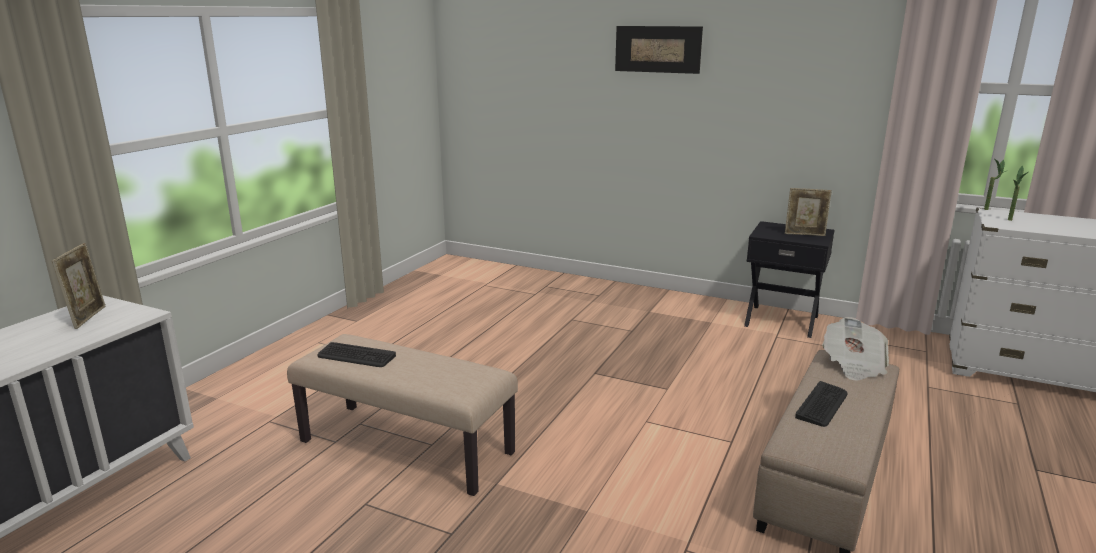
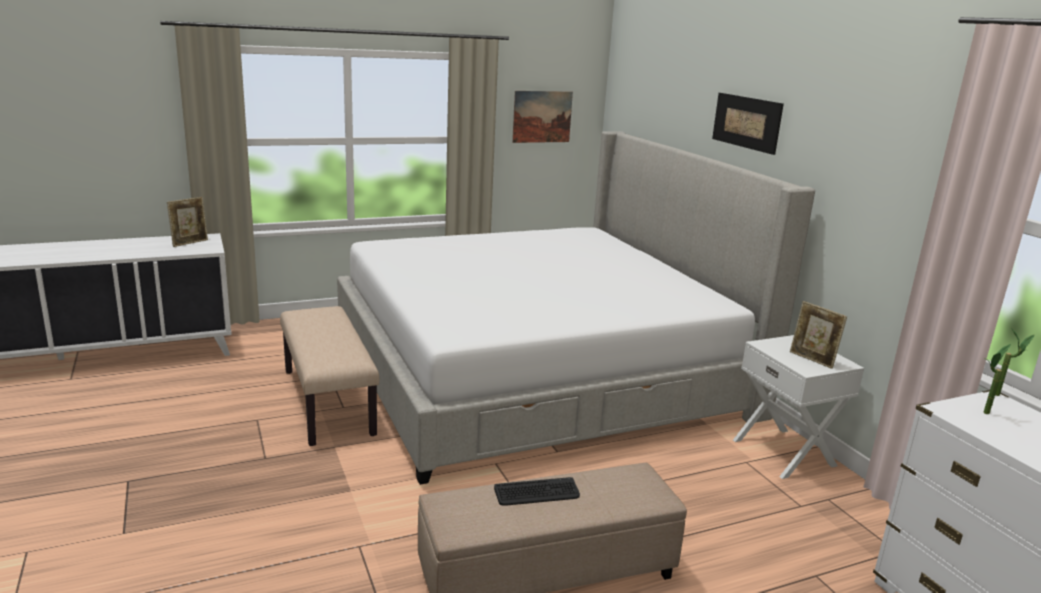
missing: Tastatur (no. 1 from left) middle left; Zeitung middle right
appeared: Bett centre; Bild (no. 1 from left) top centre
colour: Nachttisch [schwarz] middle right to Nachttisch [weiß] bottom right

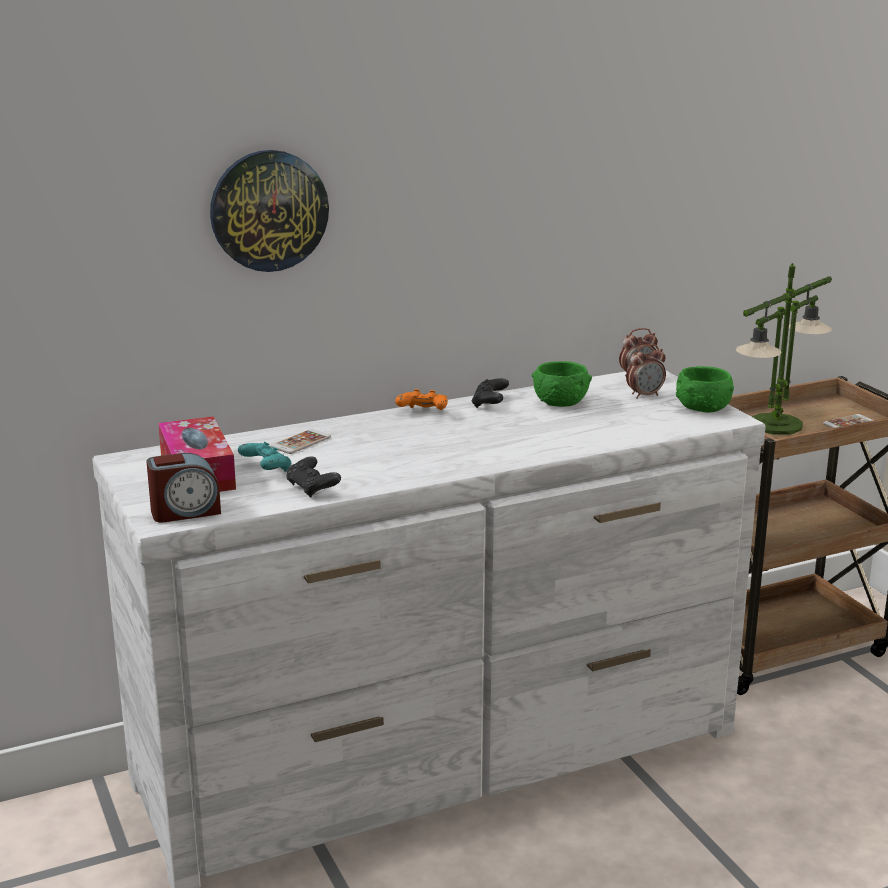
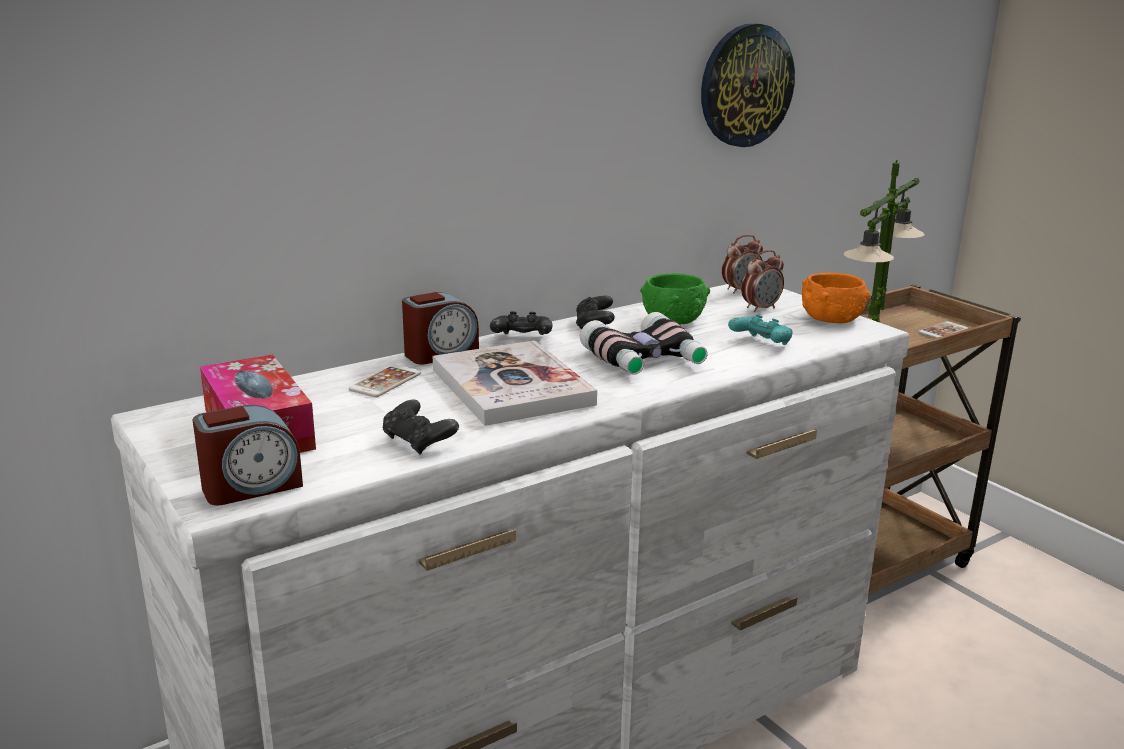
appeared: Wecker (no. 2 from left) centre; Buch centre; Fernglas centre
relocated: Wanduhr top left to top centre; Gamepad [türkis] middle left to middle right
colour: Gamepad [orange] centre to Gamepad [schwarz] (no. 2 from left) centre; Schüssel [grün] (no. 2 from left) middle right to Schüssel [orange] middle right

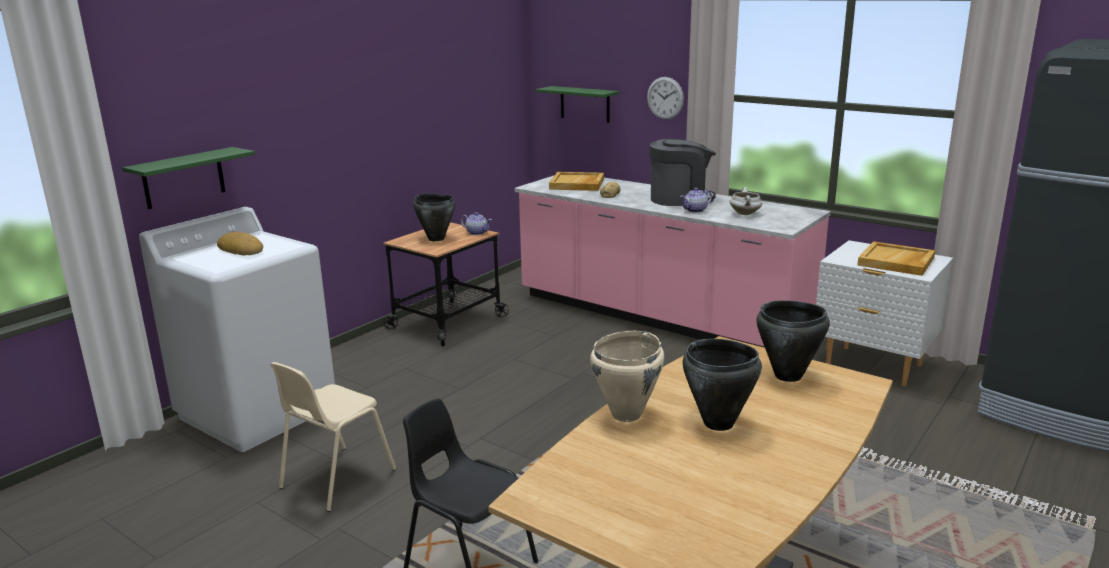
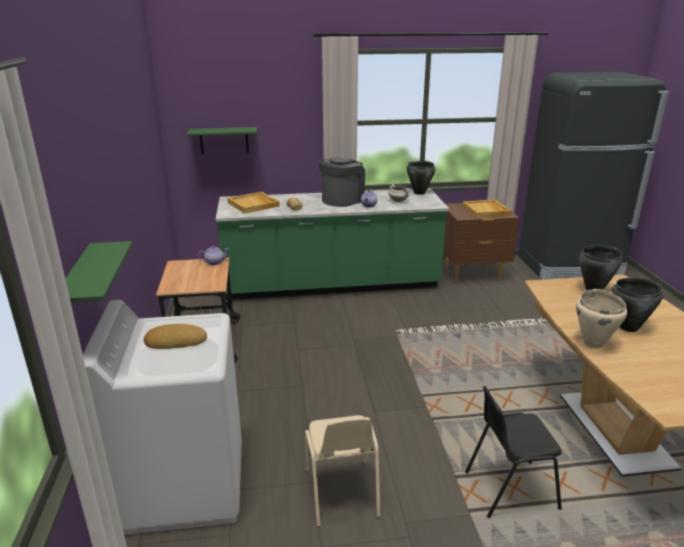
missing: Wanduhr top centre
relocated: Kochtopf [schwarz] (no. 1 from left) centre to top centre
colour: Küchenzeile [rosa] centre to Küchenzeile [grün] centre; Nachttisch [weiß] middle right to Nachttisch [braun] middle right

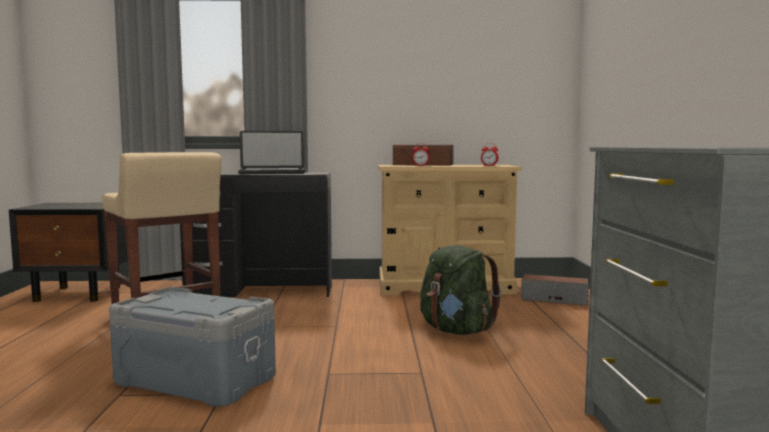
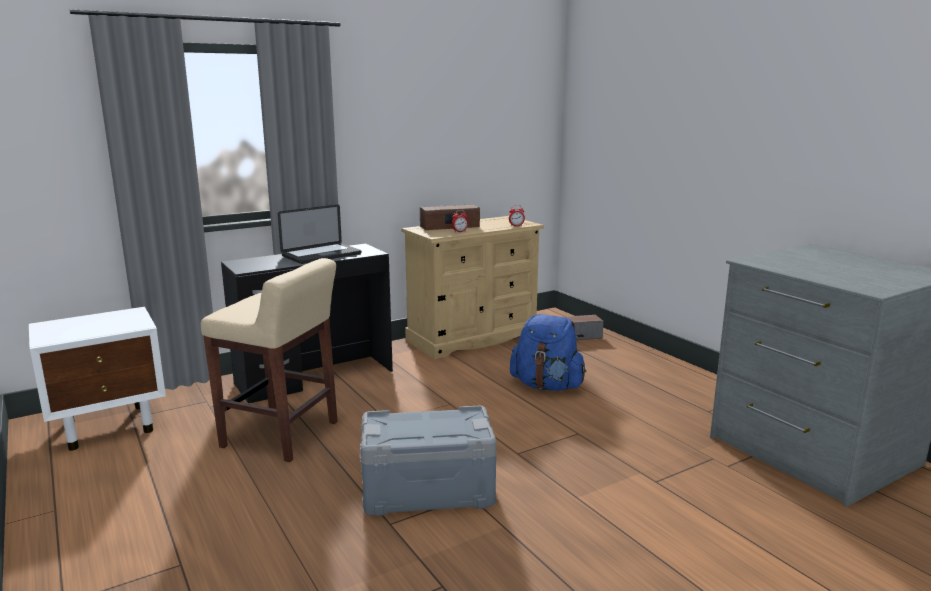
colour: Nachttisch [schwarz] middle left to Nachttisch [weiß] middle left; Rucksack [grün] bottom centre to Rucksack [blau] centre

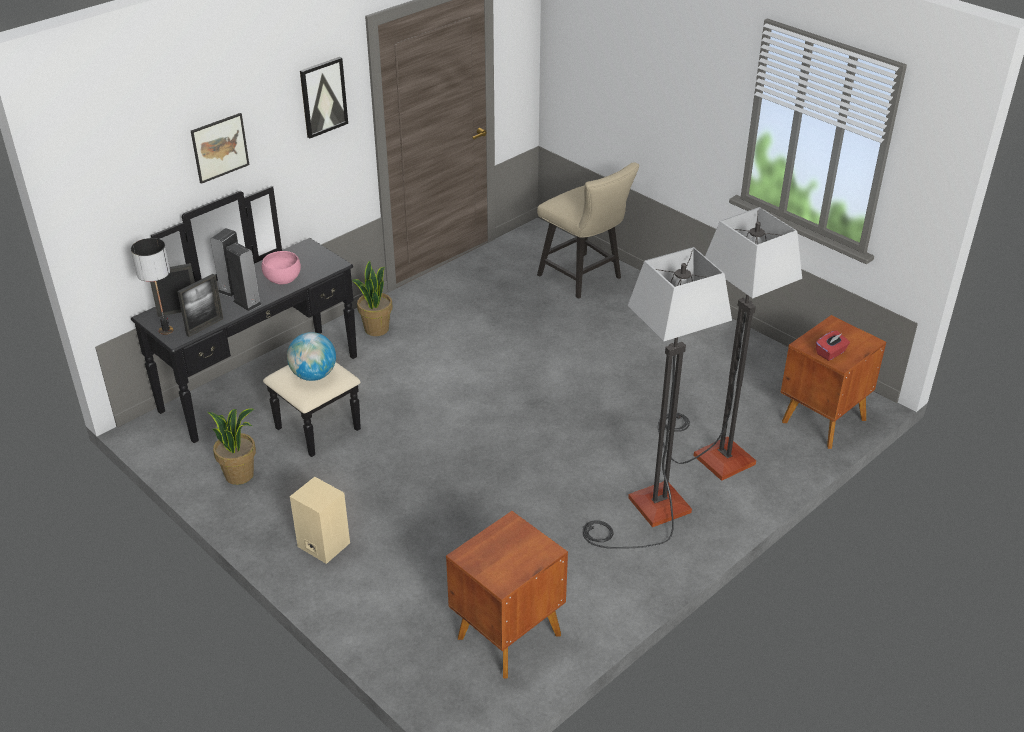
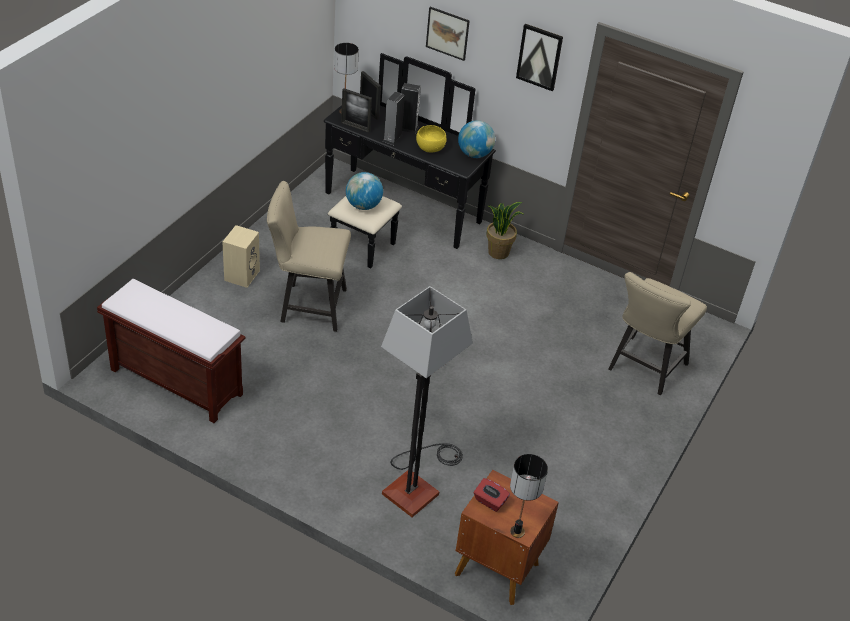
missing: Topfpflanze (no. 1 from left) middle left; Stehlampe (no. 1 from left) centre
appeared: Stuhl [beige] (no. 1 from left) centre; Globus (no. 2 from left) top centre; Tischlampe (no. 2 from left) bottom centre
exchanged: Nachttisch [braun] (no. 1 from left) bottom centre to Bank [braun] middle left
colour: Schüssel [rosa] middle left to Schüssel [gelb] top centre

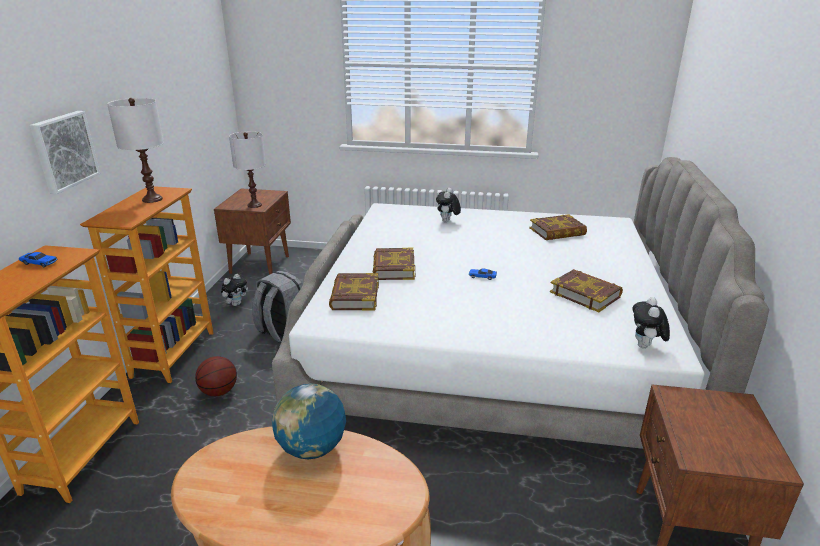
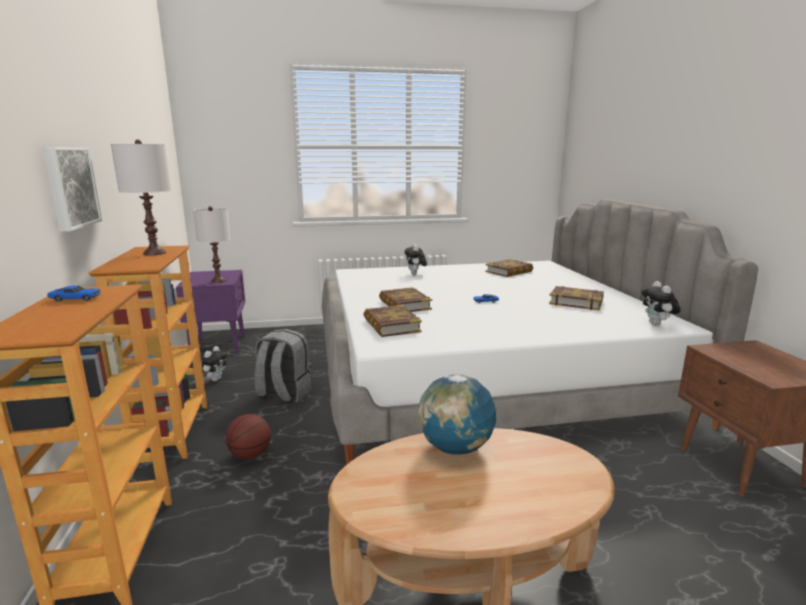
colour: Nachttisch [braun] (no. 1 from left) middle left to Nachttisch [lila] middle left

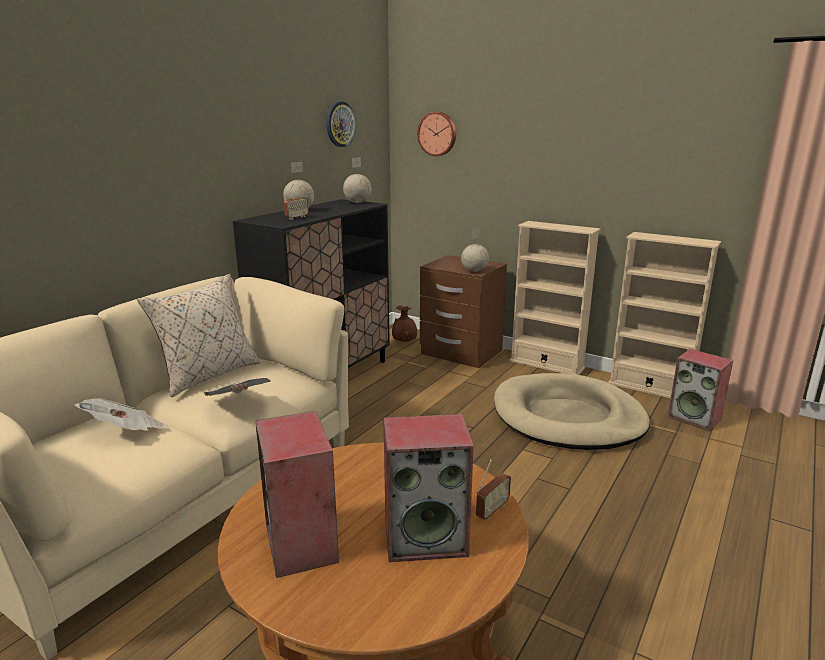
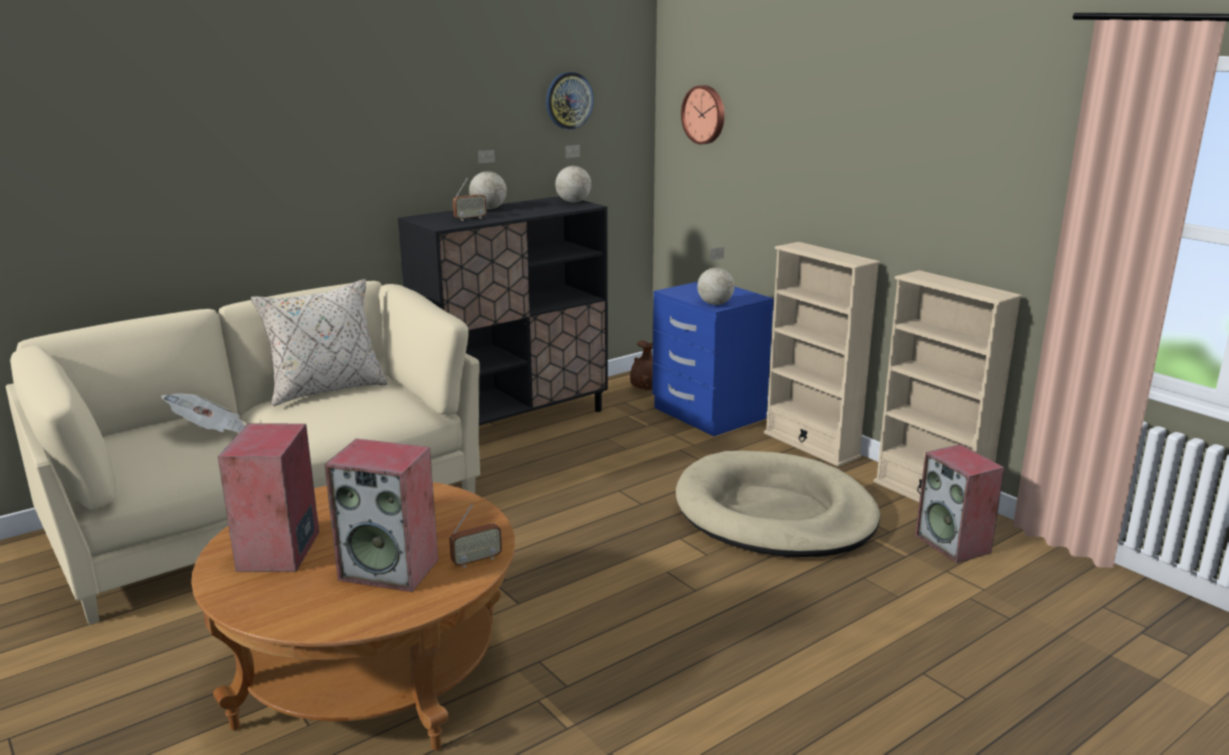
missing: Zeitung (no. 2 from left) middle left
colour: Nachttisch [braun] centre to Nachttisch [blau] centre

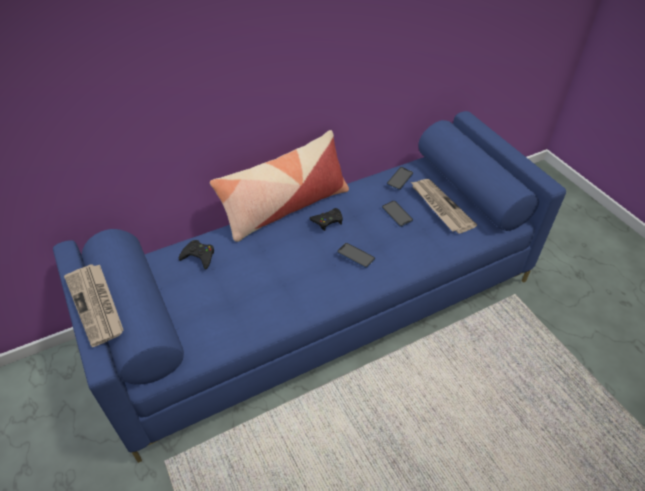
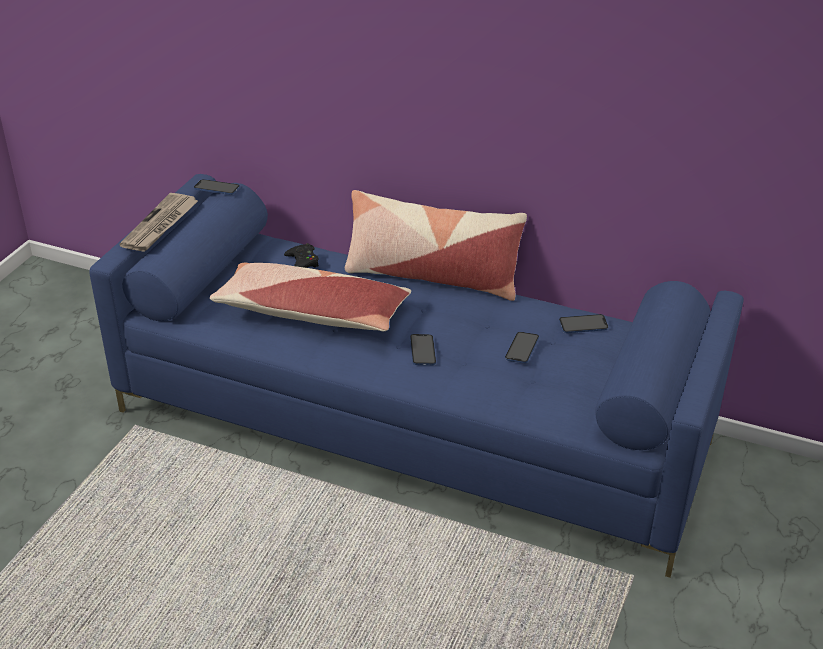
missing: Gamepad [schwarz] (no. 2 from left) centre; Zeitung (no. 2 from left) middle right
appeared: Handy (no. 1 from left) top left; Kissen (no. 1 from left) centre

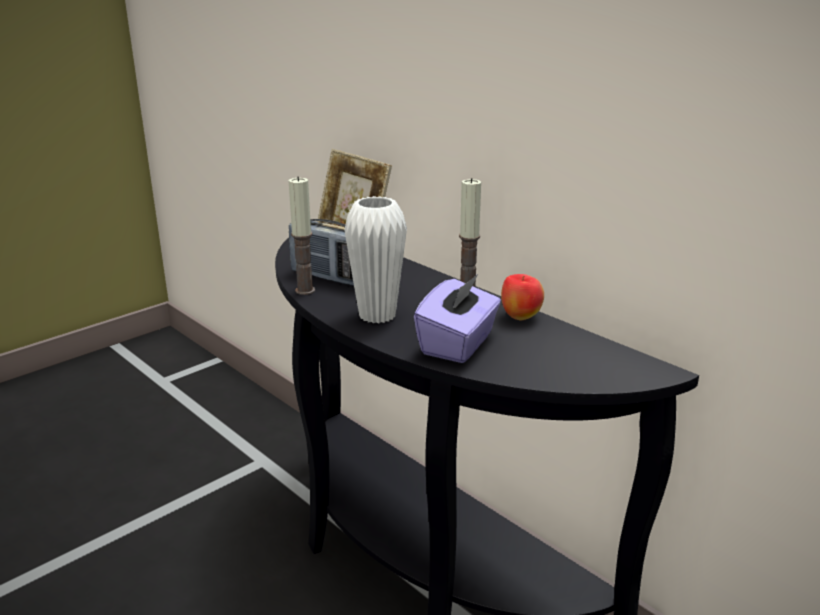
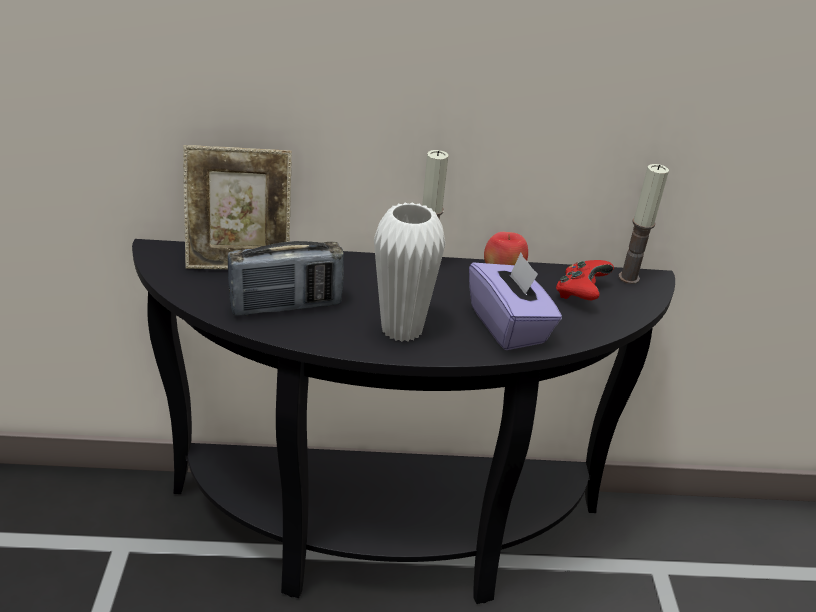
appeared: Gamepad [rot] middle right
relocated: Kerze (no. 1 from left in the first image) centre to Kerze (no. 2 from left) middle right

